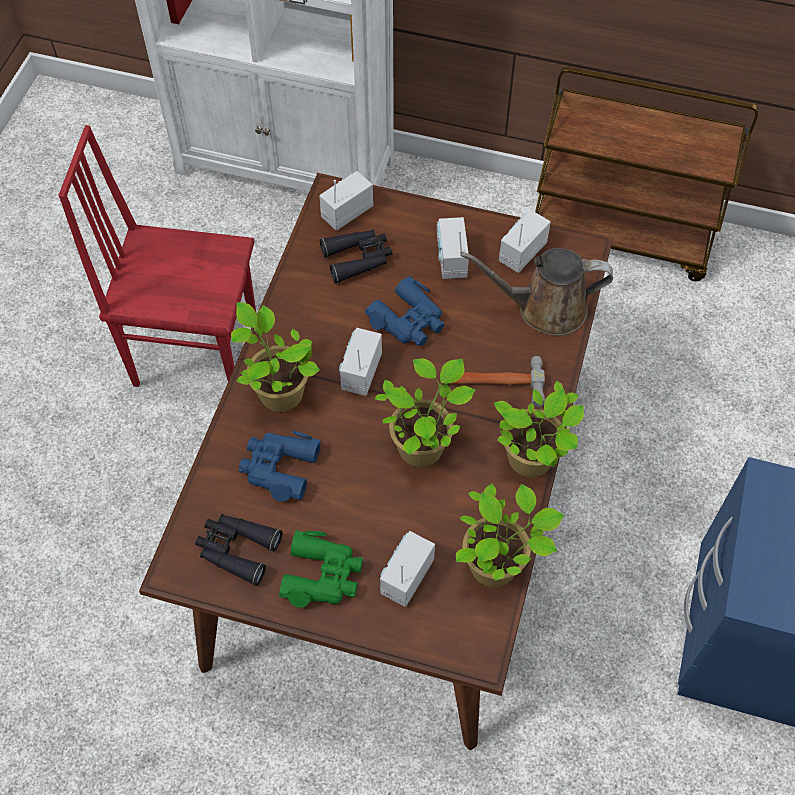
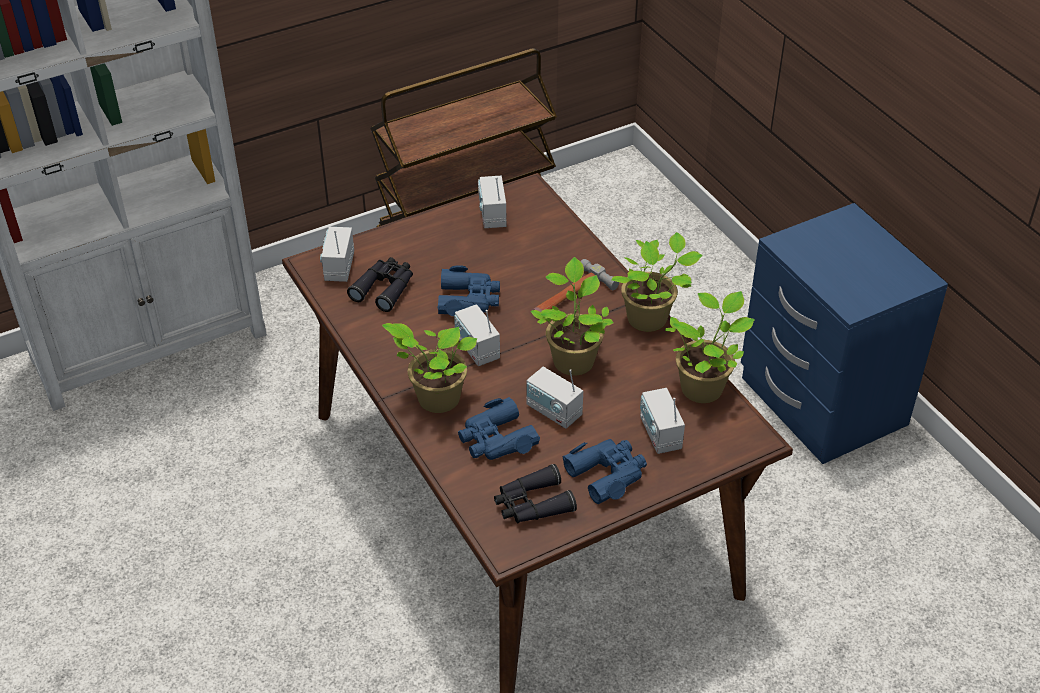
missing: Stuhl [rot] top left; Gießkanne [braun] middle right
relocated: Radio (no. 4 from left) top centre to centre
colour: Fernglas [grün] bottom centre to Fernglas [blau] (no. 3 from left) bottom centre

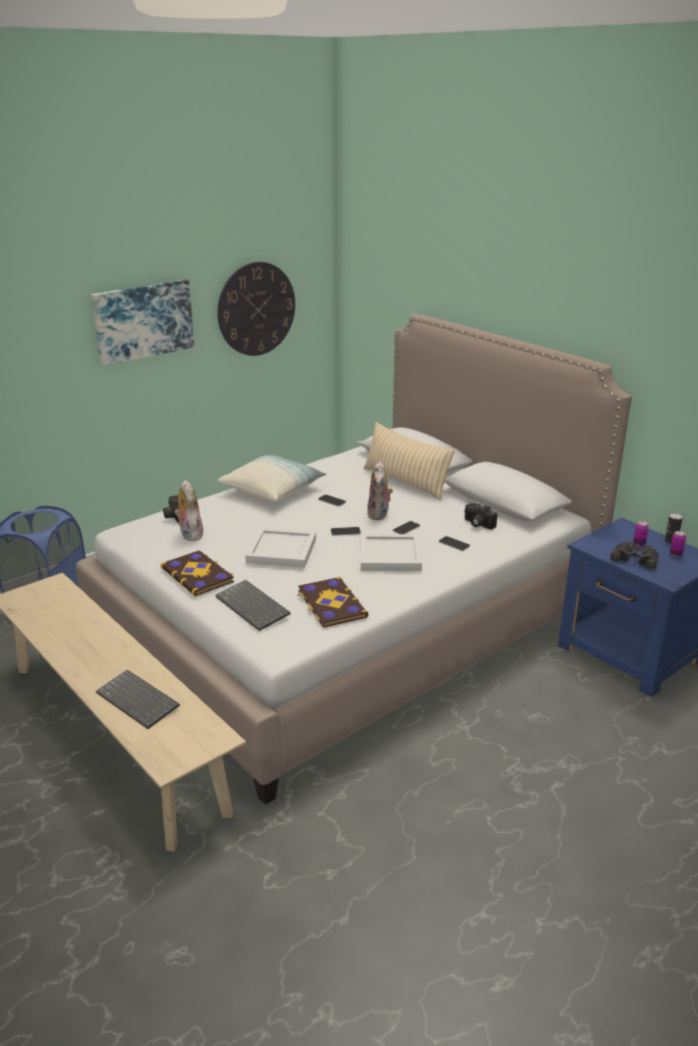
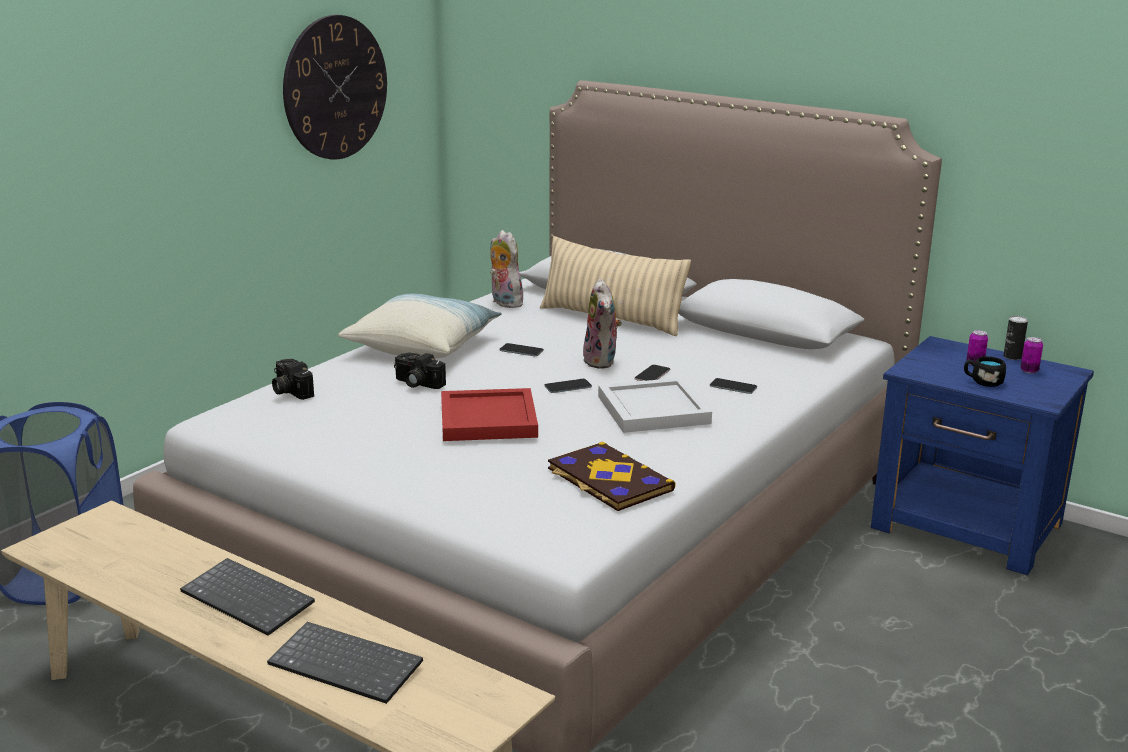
missing: Bild top left; Buch (no. 1 from left) middle left
relocated: Tastatur (no. 2 from left in the first image) centre to Tastatur (no. 1 from left) bottom left; Kamera (no. 2 from left) middle right to centre; Plüschtier (no. 1 from left) middle left to centre
exchanged: Fernglas [schwarz] middle right to Henkelbecher [schwarz] middle right
colour: Tablett [weiß] (no. 1 from left) centre to Tablett [rot] centre

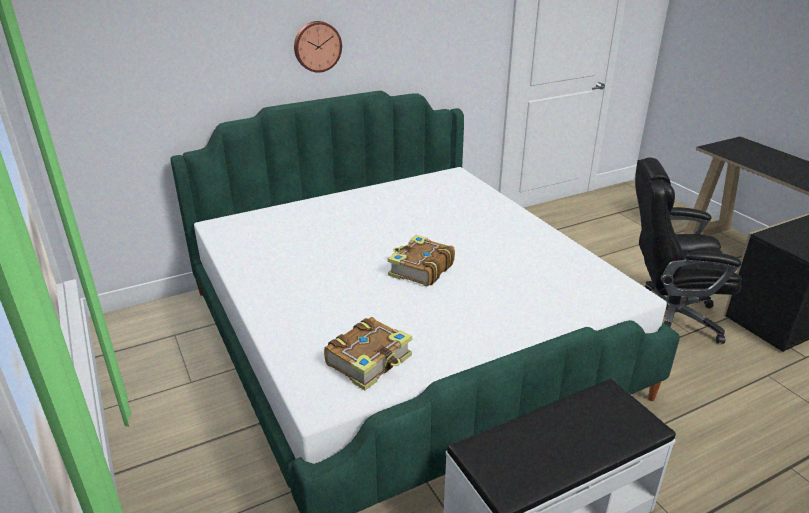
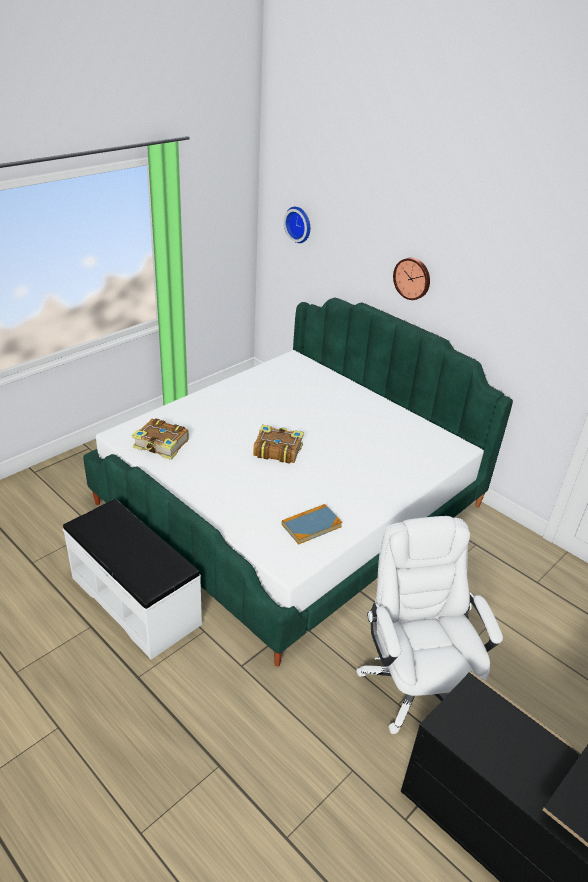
appeared: Buch (no. 3 from left) centre; Wanduhr (no. 1 from left) top centre
colour: Bürostuhl [schwarz] middle right to Bürostuhl [weiß] bottom right

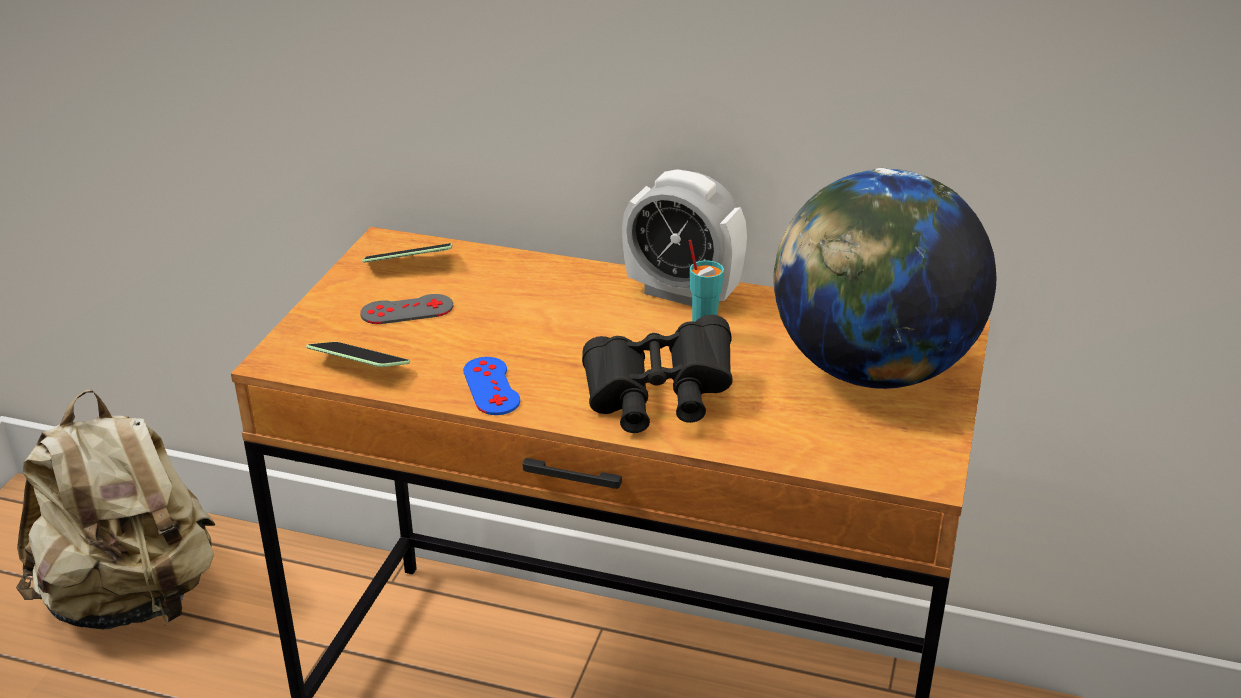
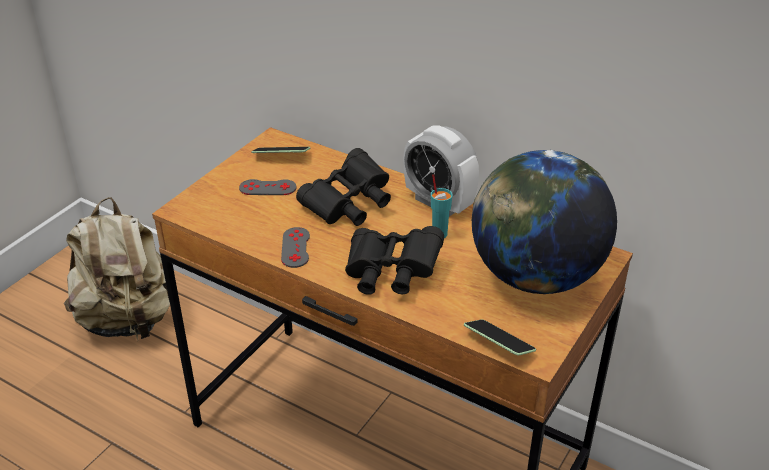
appeared: Fernglas [schwarz] (no. 1 from left) centre
relocated: Handy (no. 1 from left in the first image) middle left to Handy (no. 2 from left) bottom centre
colour: Gamepad [blau] centre to Gamepad [grau] (no. 2 from left) centre

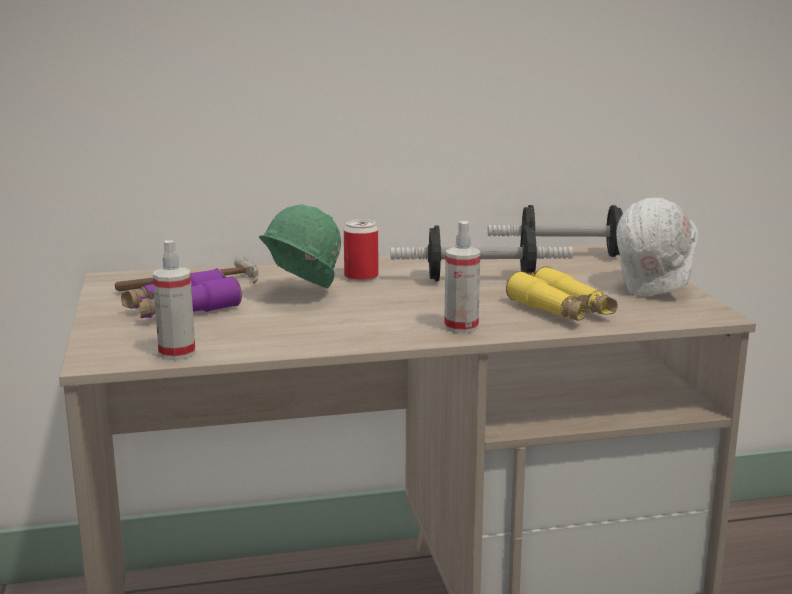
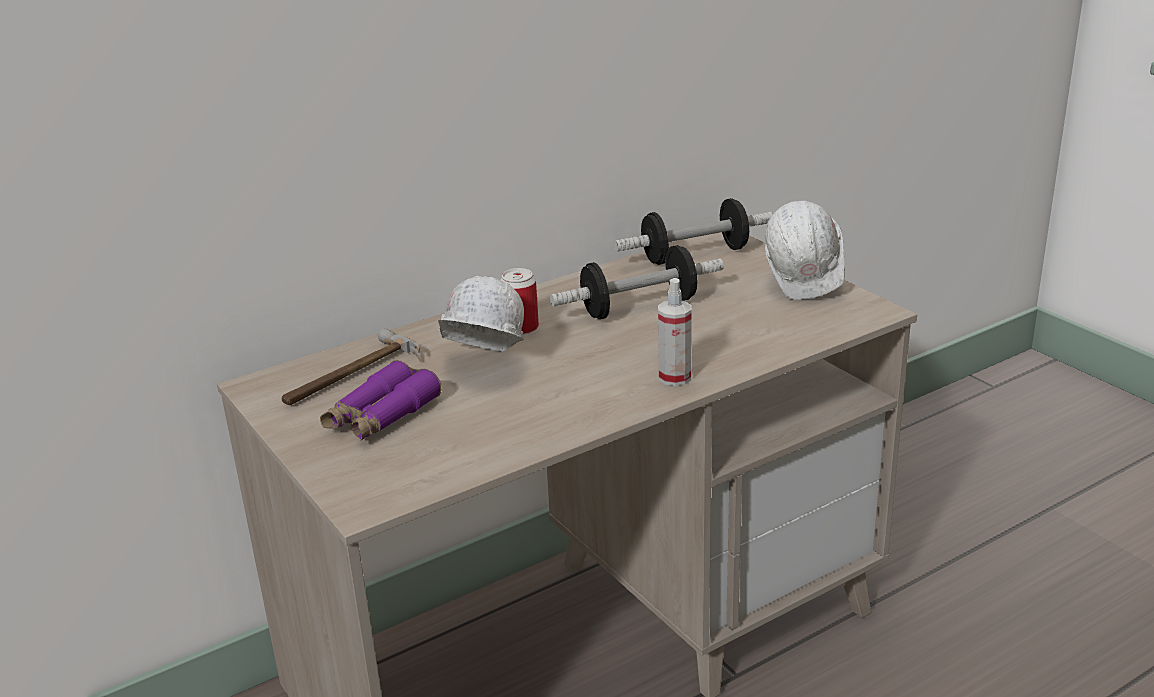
missing: Sprühflasche (no. 1 from left) middle left; Fernglas [gelb] middle right
colour: Schutzhelm [grün] centre to Schutzhelm [weiß] (no. 1 from left) centre

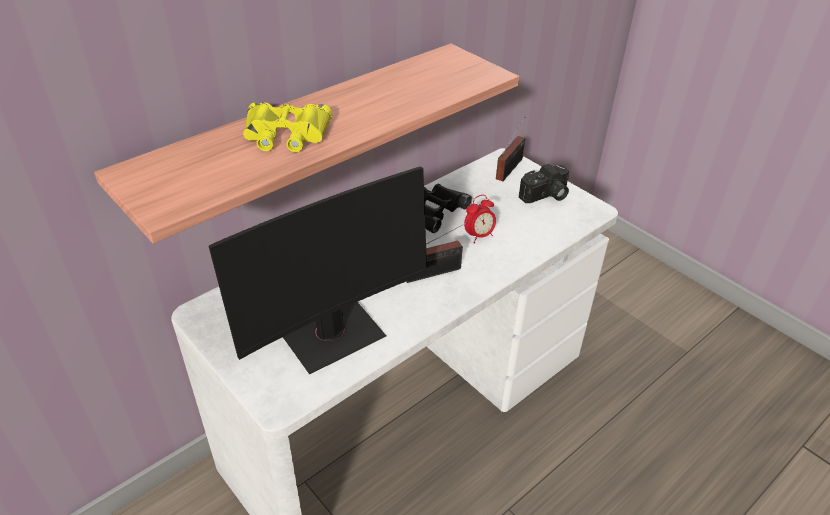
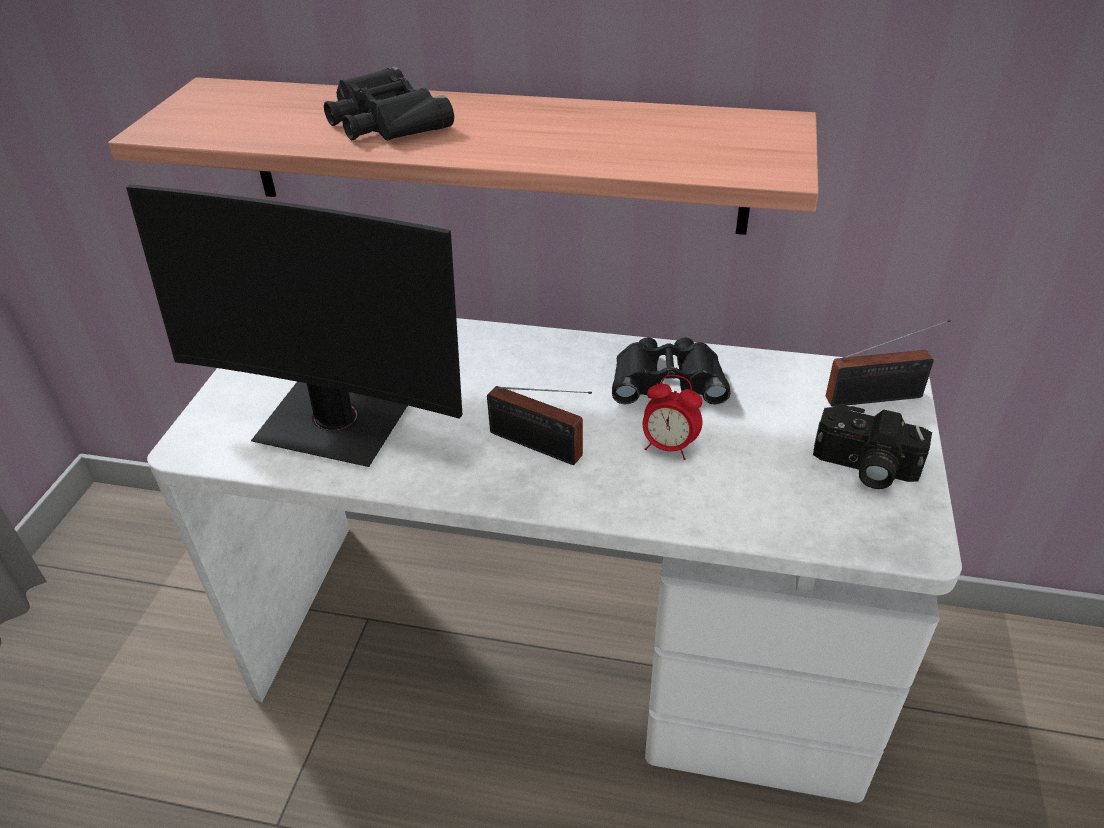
colour: Fernglas [gelb] top centre to Fernglas [schwarz] (no. 1 from left) top centre

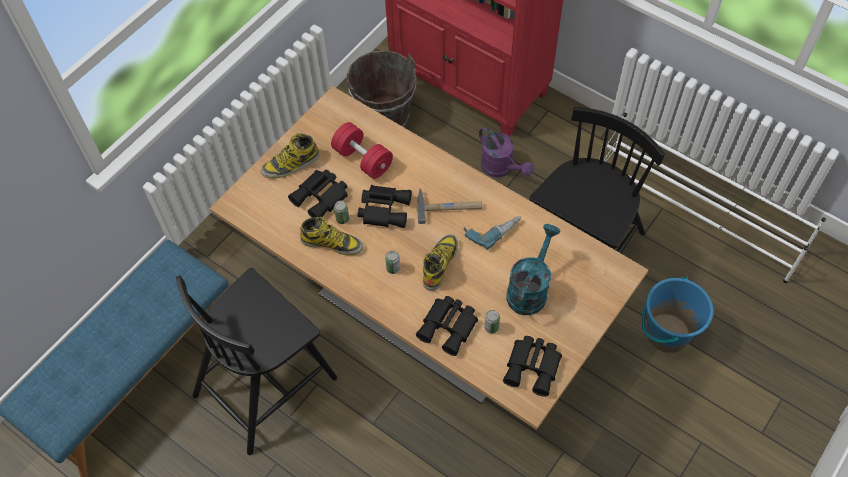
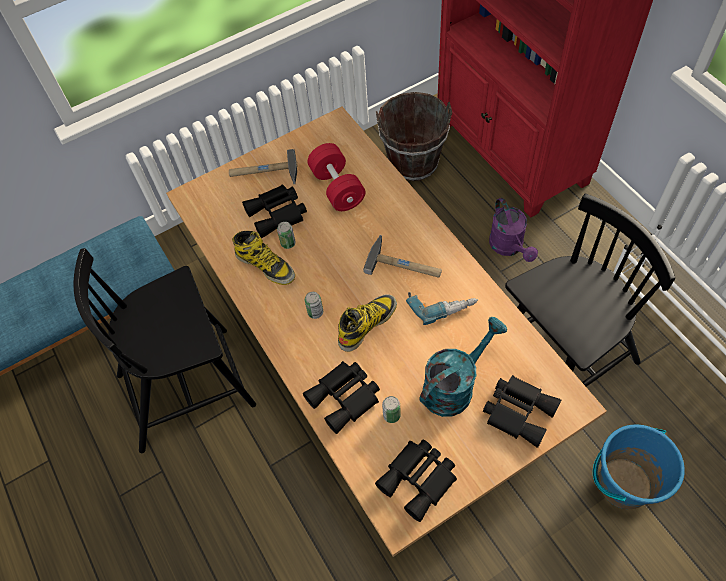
relocated: Fernglas [schwarz] (no. 2 from left in the first image) centre to Fernglas [schwarz] (no. 4 from left) bottom right
exchanged: Stiefel (no. 1 from left) top centre to Hammer (no. 1 from left) top centre

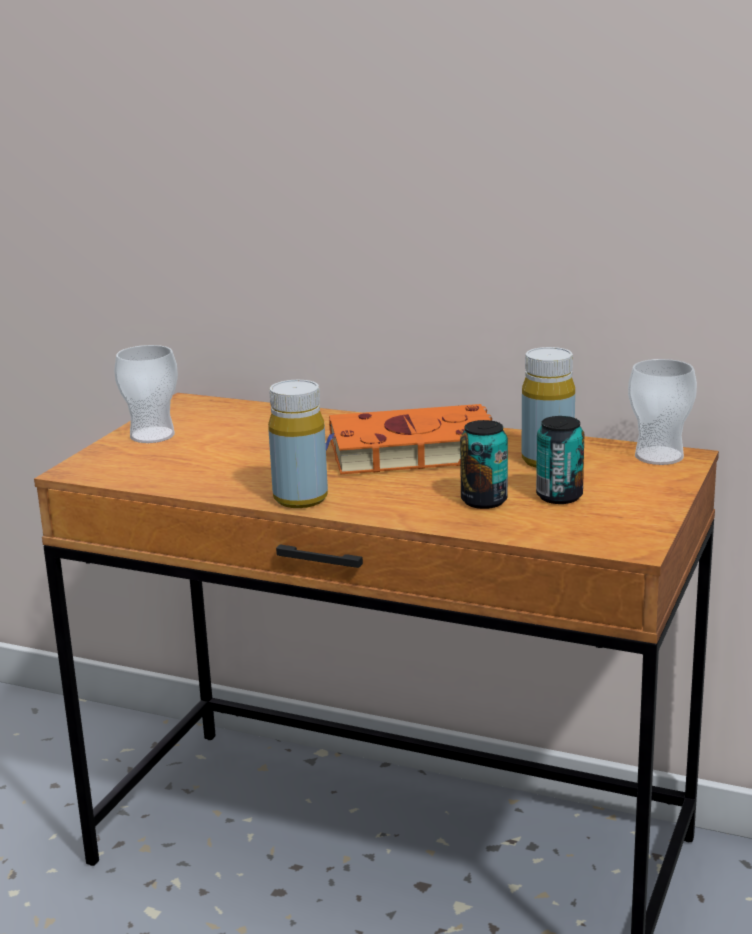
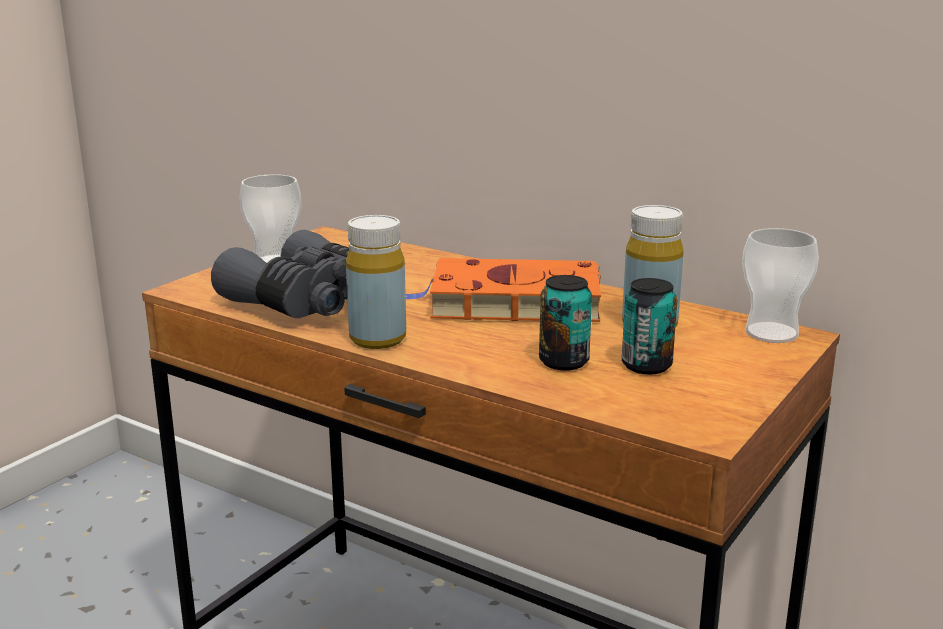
appeared: Fernglas [grau] middle left

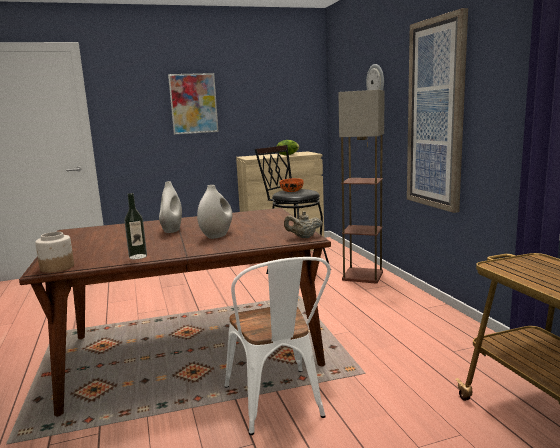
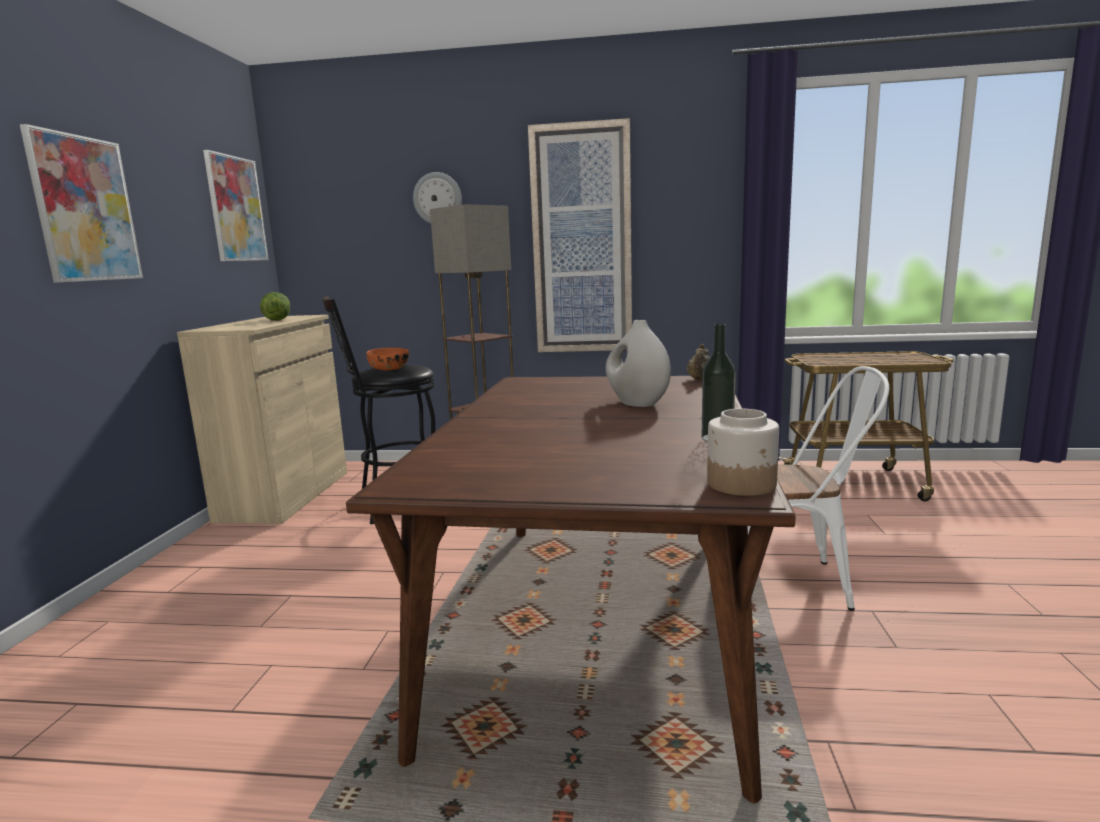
missing: Vase [weiß] (no. 1 from left) middle left
appeared: Bild (no. 2 from left) top left

